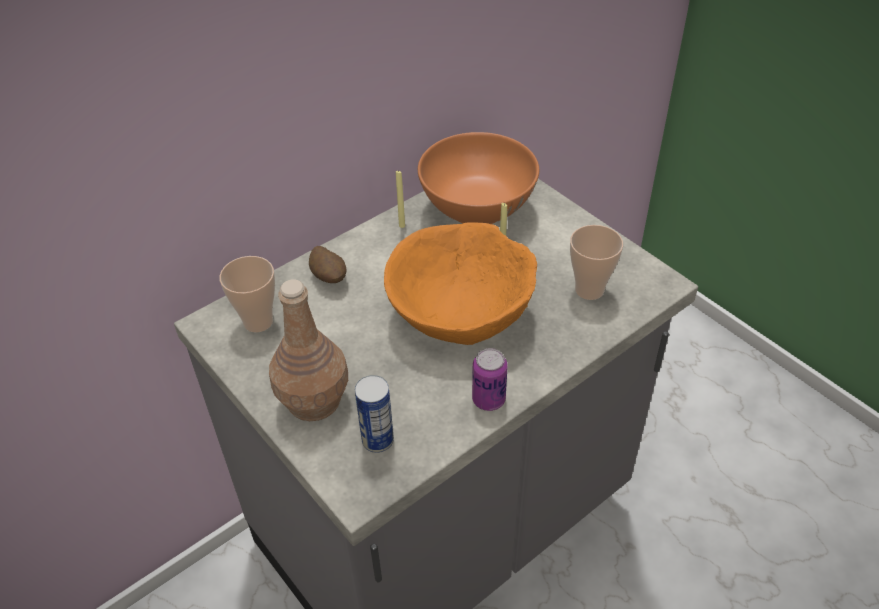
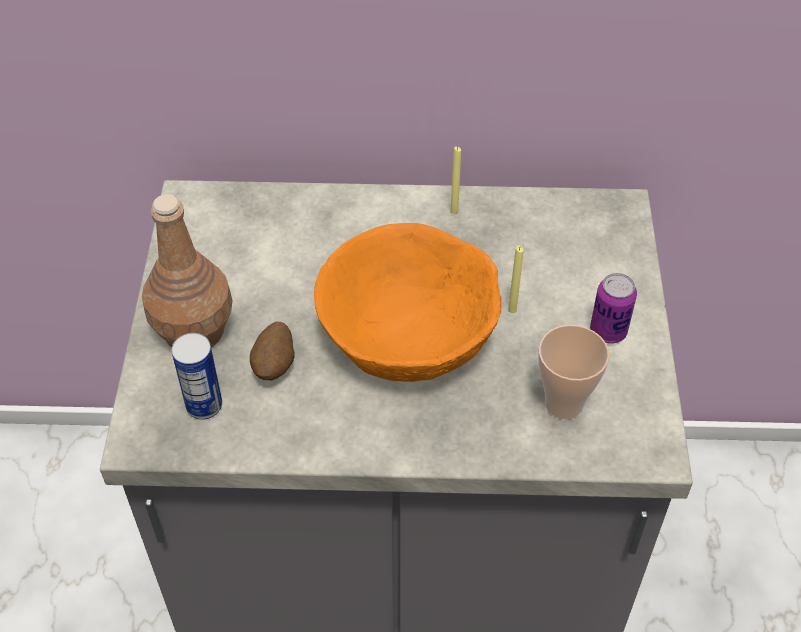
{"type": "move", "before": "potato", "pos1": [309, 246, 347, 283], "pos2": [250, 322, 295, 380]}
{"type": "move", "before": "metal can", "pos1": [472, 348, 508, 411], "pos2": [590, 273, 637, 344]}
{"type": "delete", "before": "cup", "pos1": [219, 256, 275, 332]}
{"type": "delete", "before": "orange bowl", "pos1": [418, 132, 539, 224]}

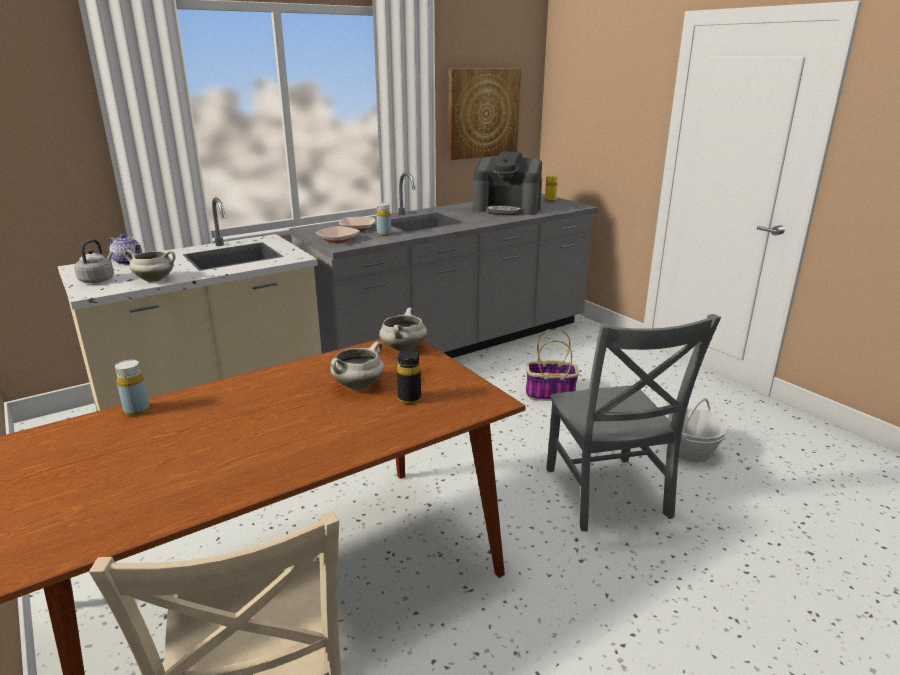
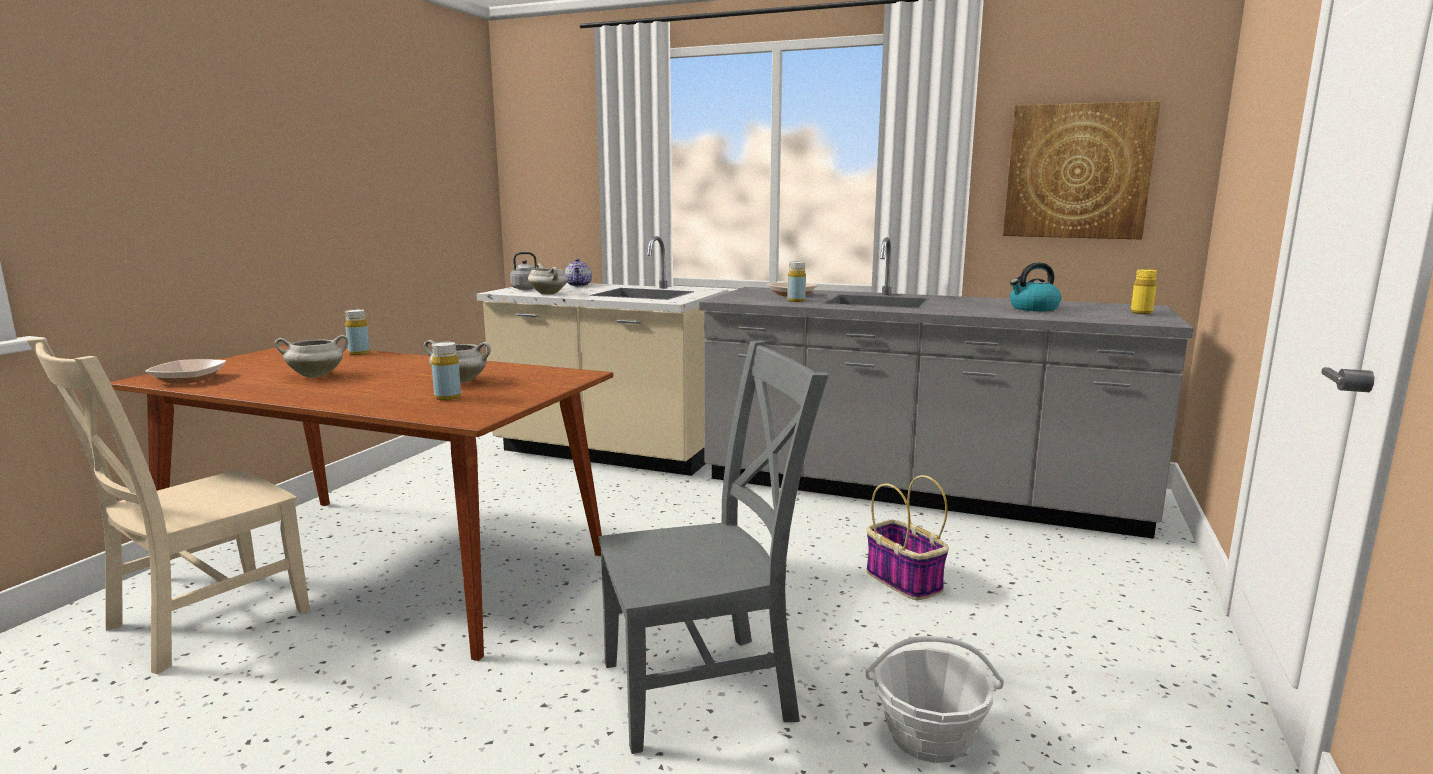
{"type": "move", "before": "bowl", "pos1": [316, 226, 360, 244], "pos2": [145, 359, 227, 383]}
{"type": "move", "before": "whitish saucepot", "pos1": [379, 308, 427, 351], "pos2": [275, 335, 349, 378]}
{"type": "recolor", "before": "black bottle", "after": "yellow bottle", "pos1": [397, 350, 421, 404], "pos2": [431, 342, 461, 400]}
{"type": "rotate", "before": "grey plain chair", "pos1": [546, 314, 721, 531], "pos2": [599, 340, 828, 754], "turn": -150}
{"type": "replace", "before": "coffee machine", "after": "kettle", "pos1": [473, 152, 542, 215], "pos2": [1010, 262, 1061, 311]}

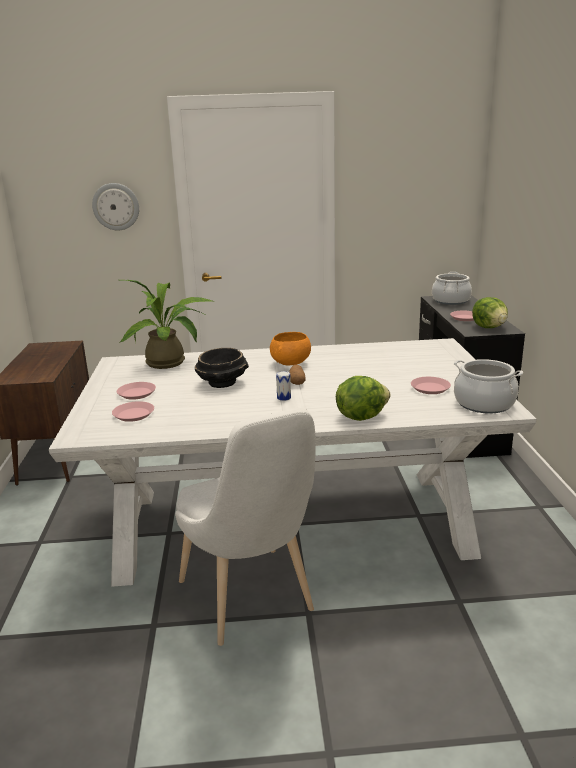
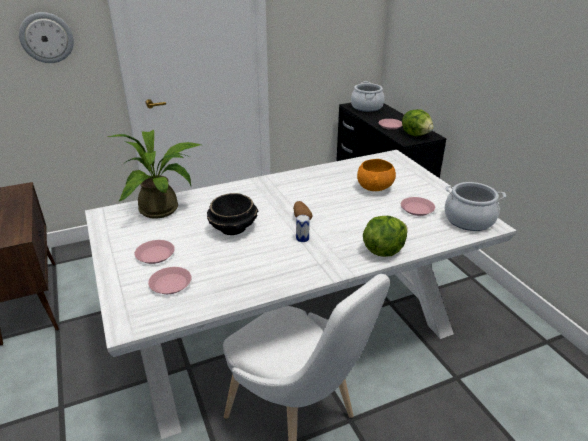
{"type": "move", "before": "orange bowl", "pos1": [270, 332, 311, 365], "pos2": [357, 159, 396, 191]}

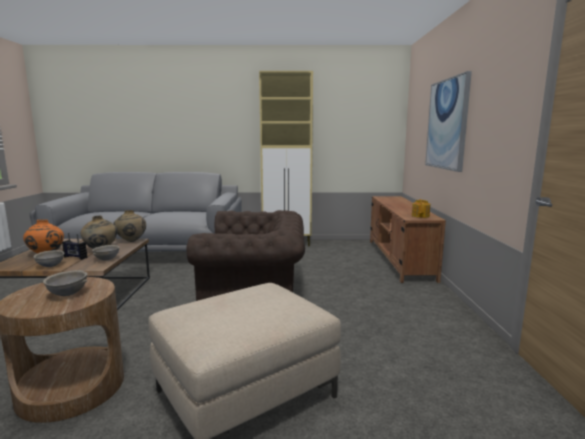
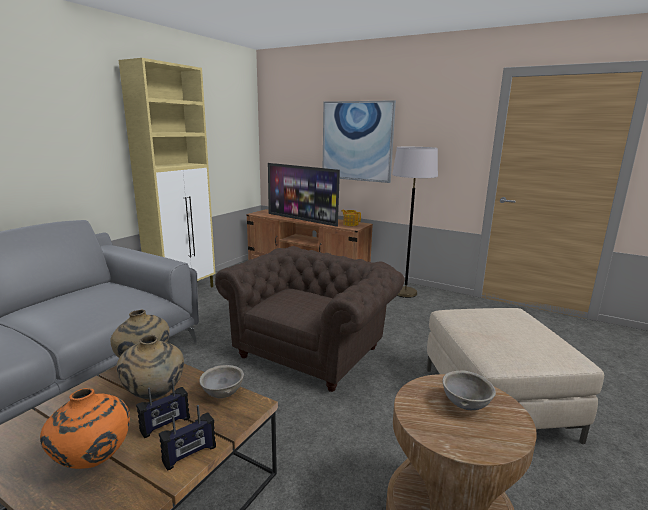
{"type": "replace", "before": "grey bowl", "after": "radio set", "pos1": [33, 250, 64, 267], "pos2": [159, 405, 216, 471]}
{"type": "insert", "after": "TV", "pos2": [268, 163, 340, 227]}
{"type": "insert", "after": "grey standing lamp", "pos2": [392, 147, 438, 298]}

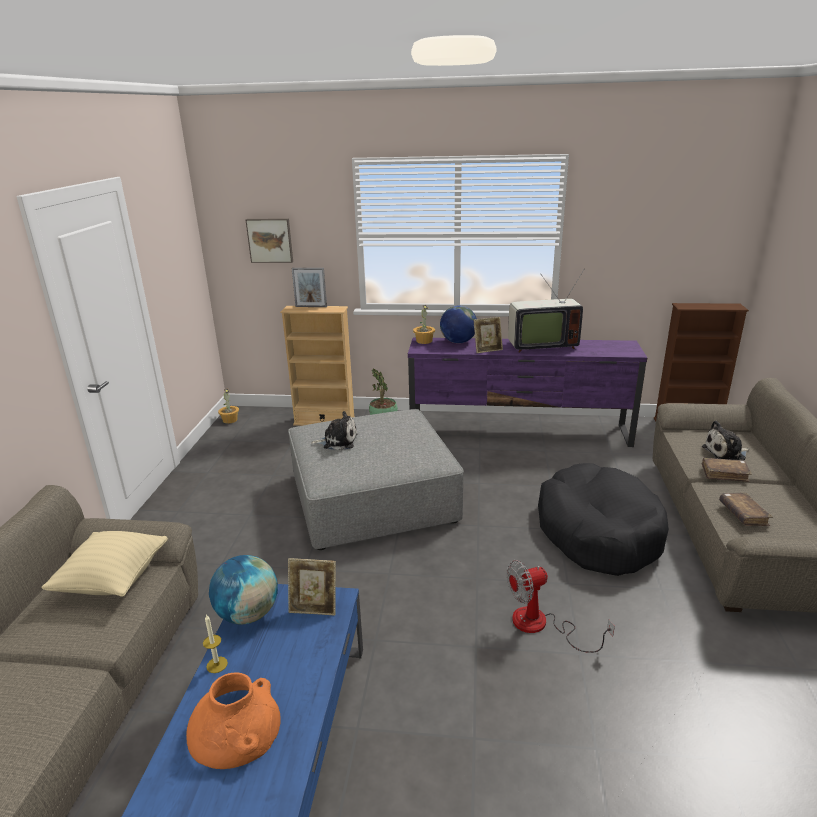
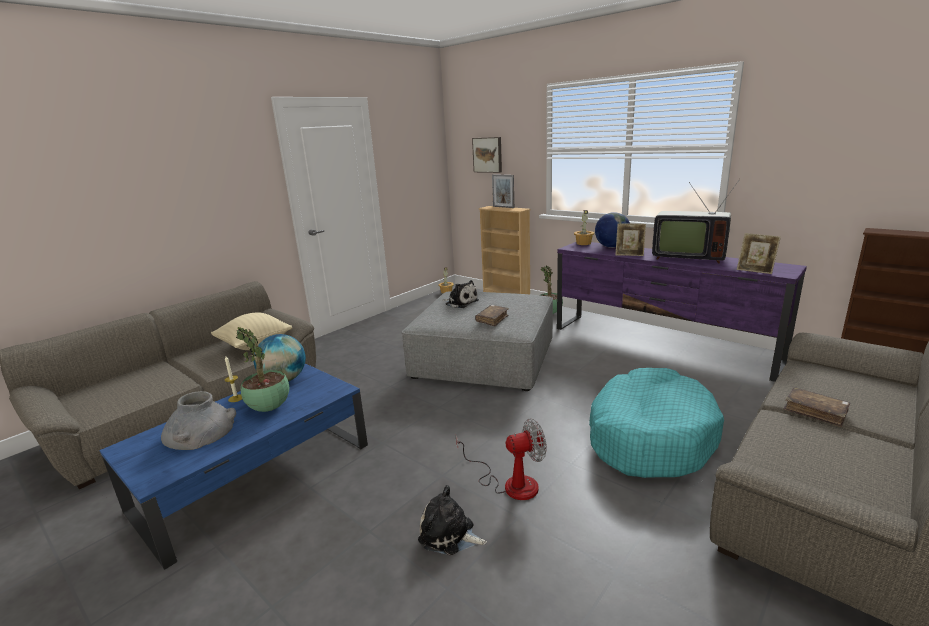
{"type": "recolor", "before": "orange decorative vase", "after": "grey decorative vase", "pos1": [186, 673, 281, 769], "pos2": [161, 391, 236, 450]}
{"type": "insert", "after": "plant in a pot", "pos2": [236, 327, 289, 412]}
{"type": "move", "before": "cuddly toy", "pos1": [702, 421, 749, 460], "pos2": [418, 485, 487, 555]}
{"type": "rotate", "before": "electric fan", "pos1": [507, 560, 615, 653], "pos2": [456, 419, 547, 500], "turn": 150}
{"type": "move", "before": "brown-coloured book", "pos1": [719, 493, 773, 526], "pos2": [475, 305, 509, 326]}
{"type": "recolor", "before": "black pet bed", "after": "turquoise pet bed", "pos1": [538, 463, 669, 576], "pos2": [589, 368, 724, 478]}
{"type": "move", "before": "standing frame", "pos1": [288, 558, 336, 615], "pos2": [737, 233, 781, 274]}

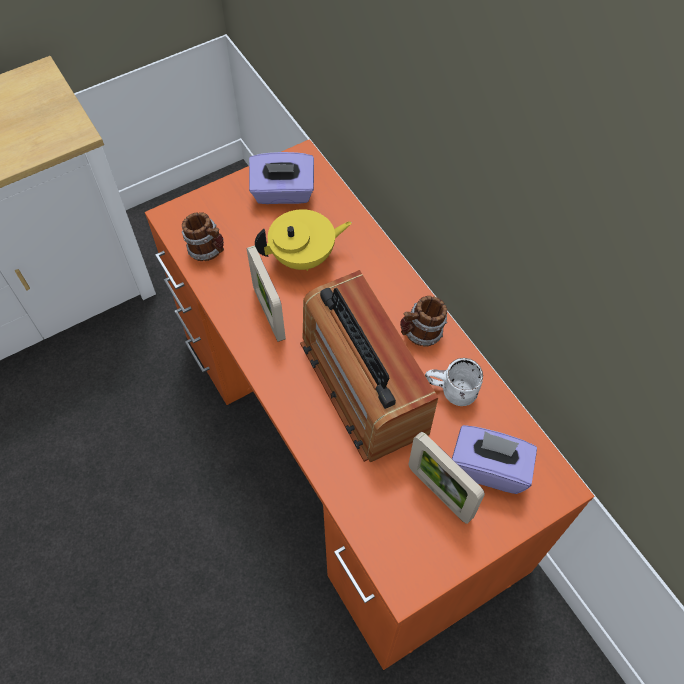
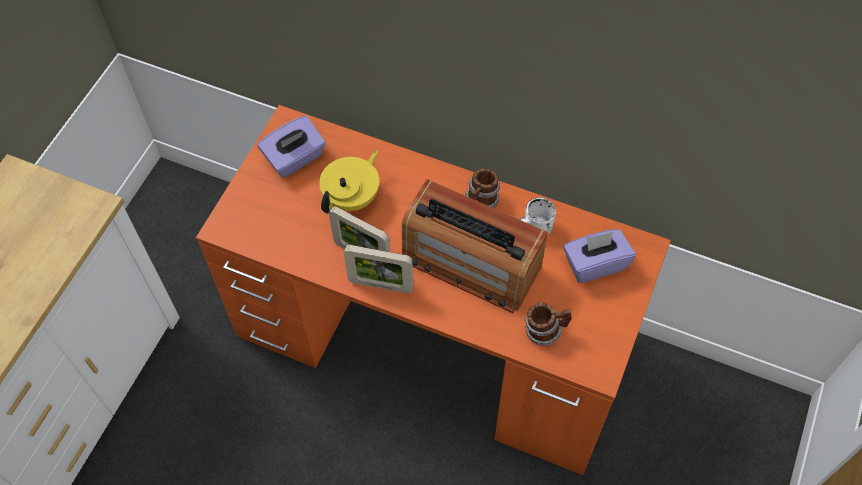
{"type": "move", "before": "standing frame", "pos1": [408, 432, 485, 524], "pos2": [344, 245, 413, 293]}
{"type": "move", "before": "mug", "pos1": [182, 212, 224, 261], "pos2": [525, 303, 572, 346]}

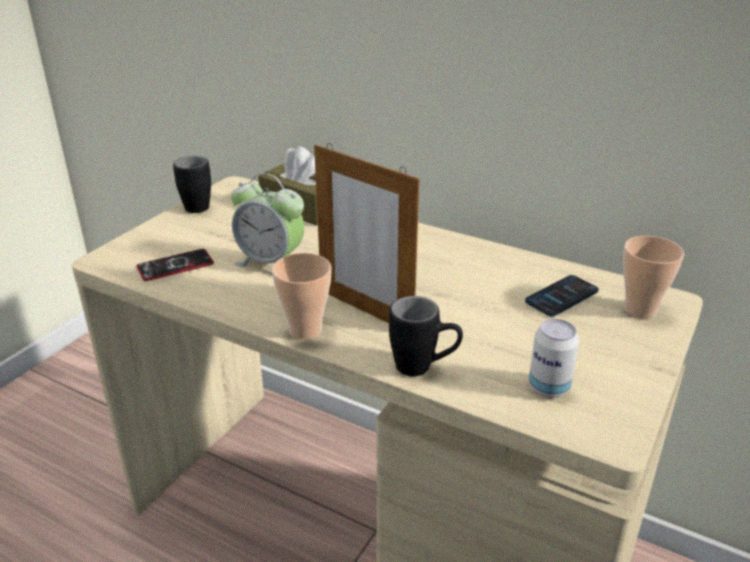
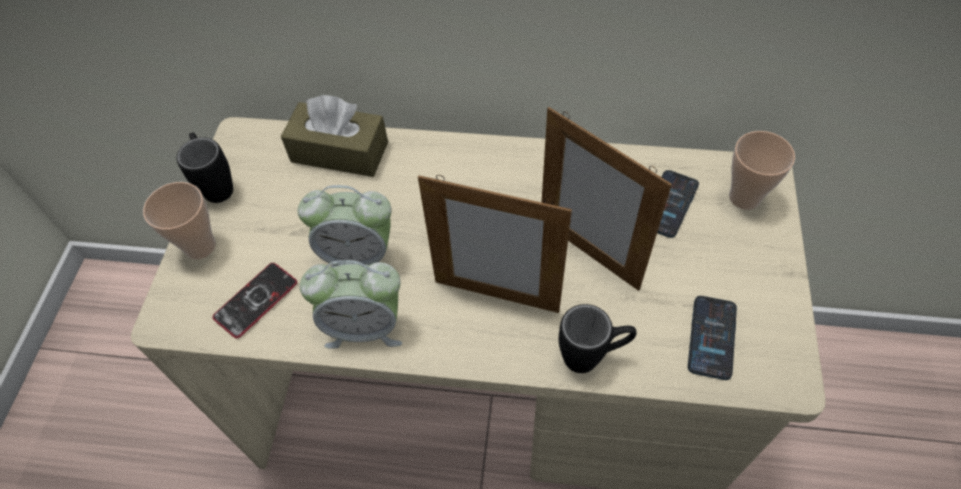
{"type": "move", "before": "cup", "pos1": [272, 253, 332, 339], "pos2": [143, 182, 216, 259]}
{"type": "insert", "after": "table clock", "pos2": [300, 260, 403, 349]}
{"type": "insert", "after": "standing frame", "pos2": [542, 107, 672, 291]}
{"type": "replace", "before": "metal can", "after": "telephone", "pos1": [529, 319, 579, 397], "pos2": [688, 296, 737, 380]}

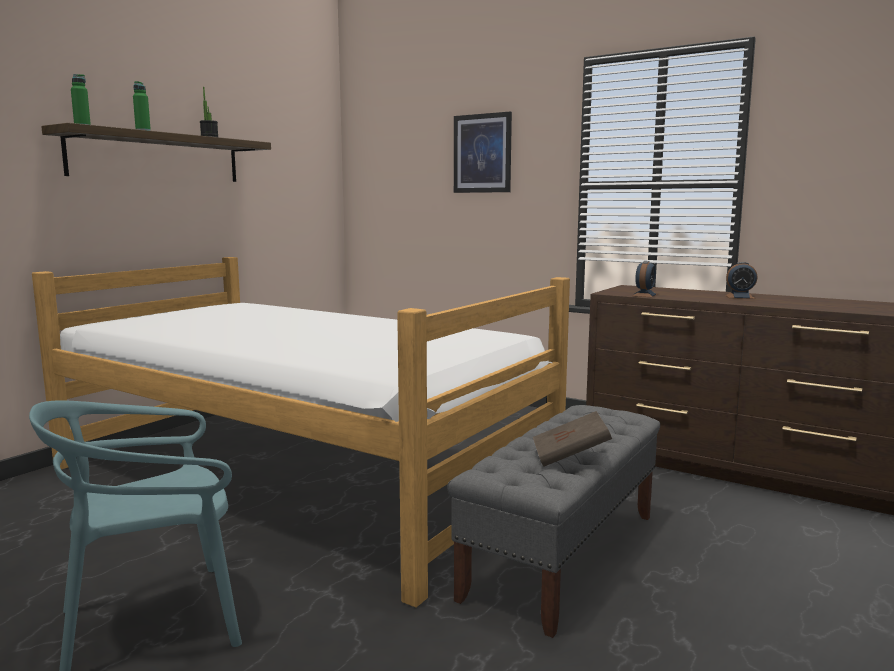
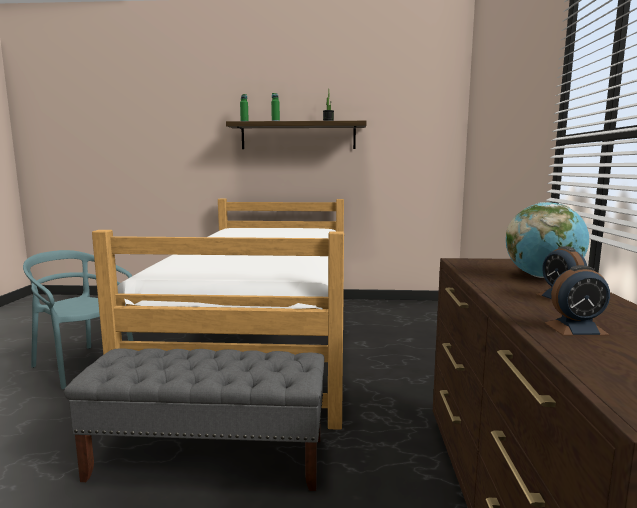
{"type": "insert", "after": "globe", "pos2": [506, 202, 589, 278]}
{"type": "move", "before": "table clock", "pos1": [632, 261, 657, 297], "pos2": [545, 265, 610, 336]}
{"type": "delete", "before": "wall picture", "pos1": [454, 112, 512, 193]}
{"type": "delete", "before": "brown-coloured book", "pos1": [533, 411, 612, 467]}

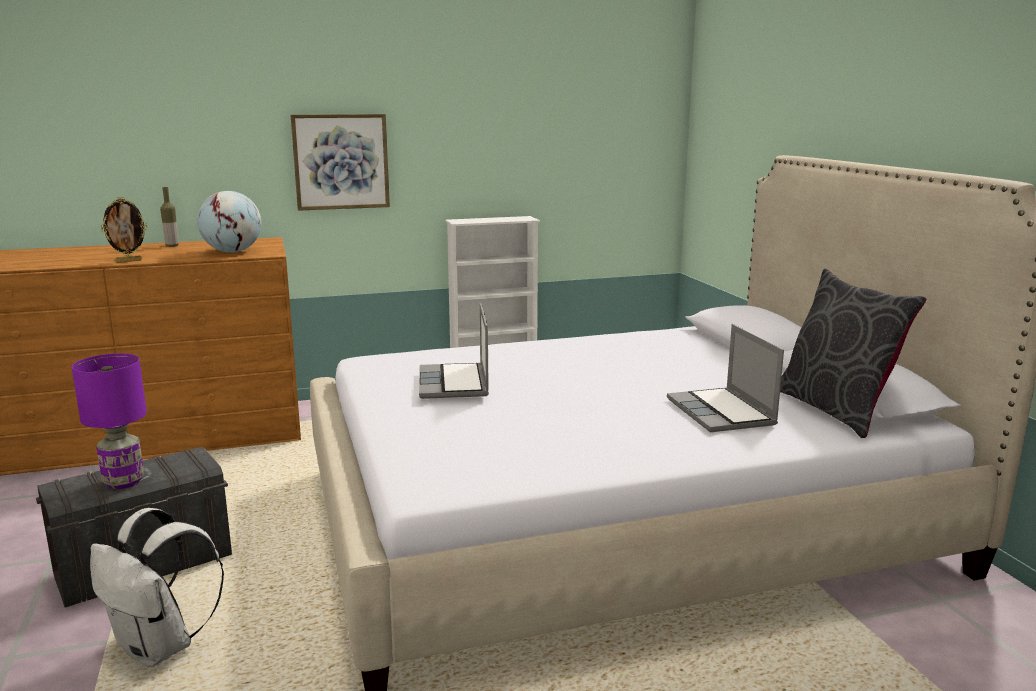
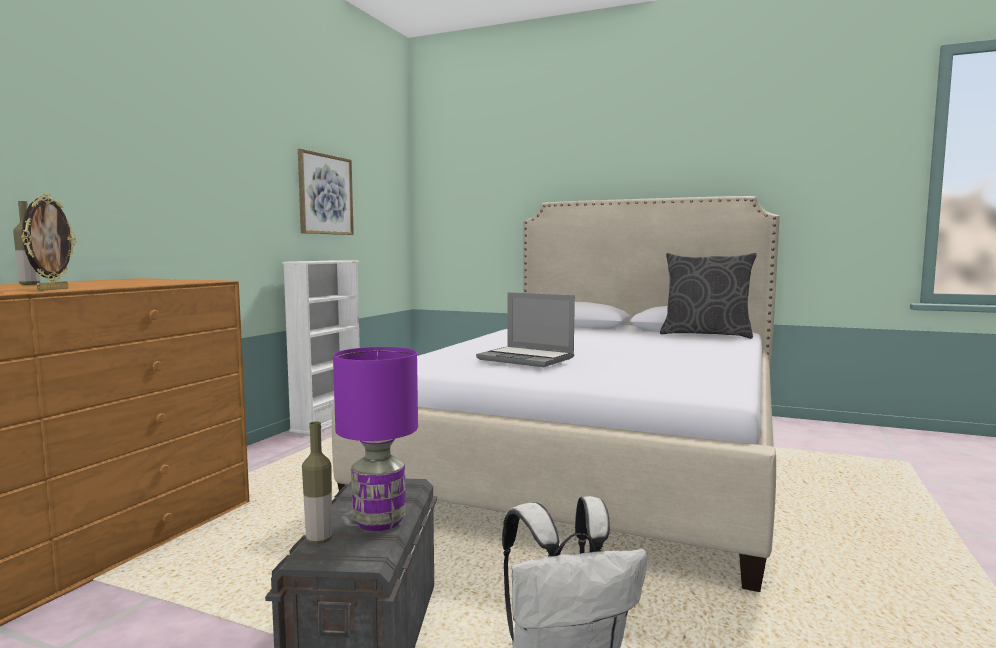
{"type": "move", "before": "wall picture", "pos1": [291, 114, 390, 211], "pos2": [298, 149, 354, 235]}
{"type": "insert", "after": "bottle", "pos2": [302, 422, 332, 544]}
{"type": "delete", "before": "globe", "pos1": [197, 191, 261, 253]}
{"type": "delete", "before": "portable computer", "pos1": [667, 324, 784, 432]}

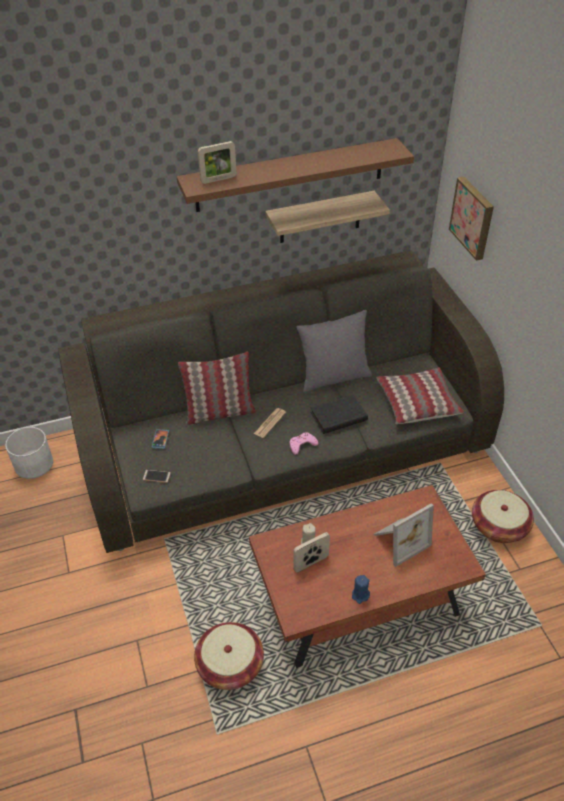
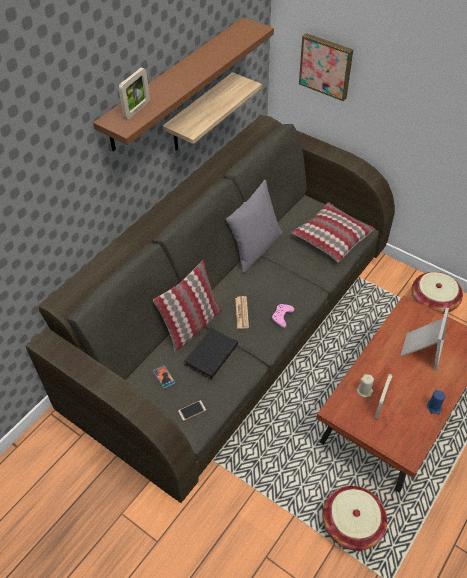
{"type": "move", "before": "black book", "pos1": [310, 394, 368, 434], "pos2": [184, 328, 238, 379]}
{"type": "delete", "before": "whitish planter", "pos1": [5, 427, 53, 479]}

